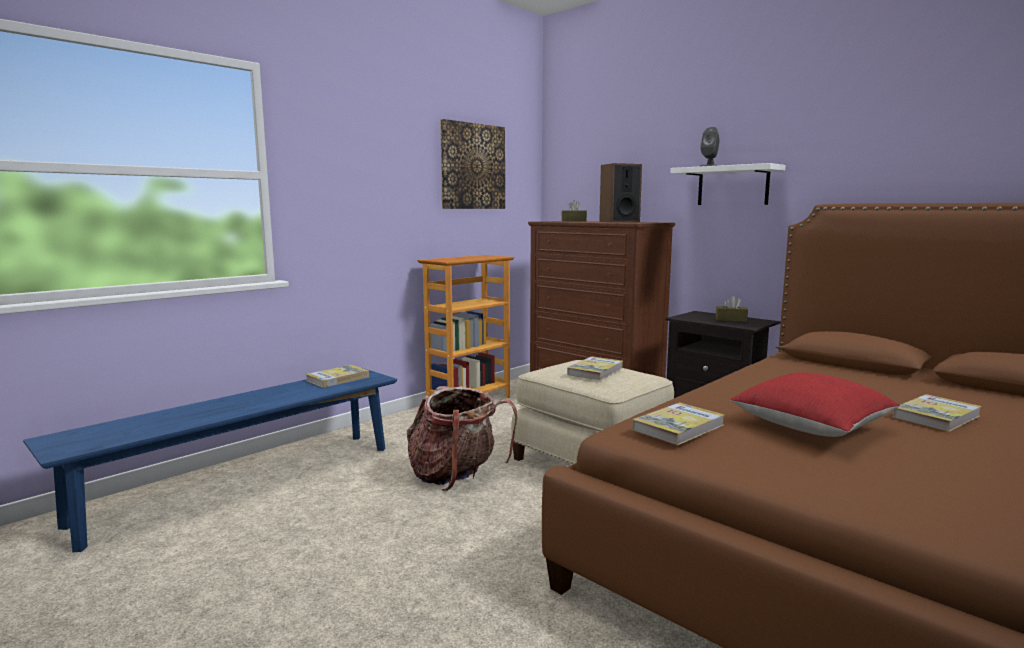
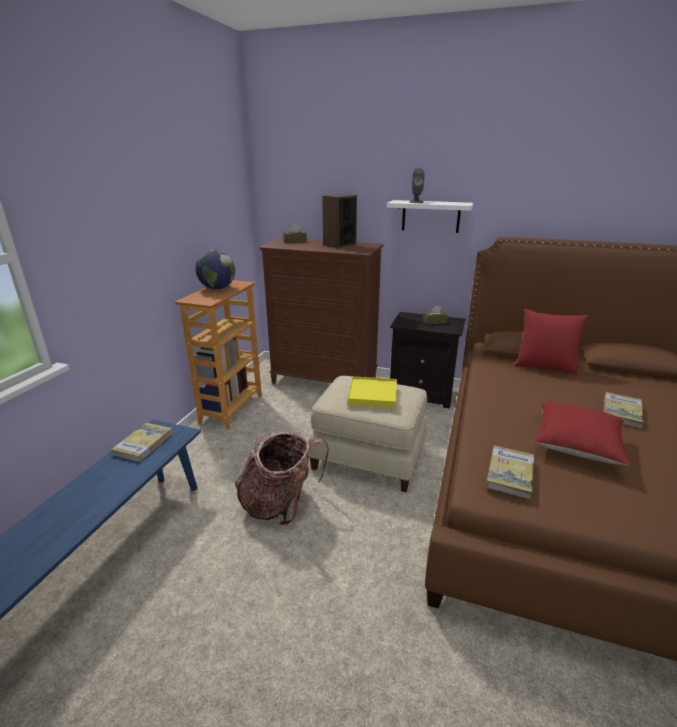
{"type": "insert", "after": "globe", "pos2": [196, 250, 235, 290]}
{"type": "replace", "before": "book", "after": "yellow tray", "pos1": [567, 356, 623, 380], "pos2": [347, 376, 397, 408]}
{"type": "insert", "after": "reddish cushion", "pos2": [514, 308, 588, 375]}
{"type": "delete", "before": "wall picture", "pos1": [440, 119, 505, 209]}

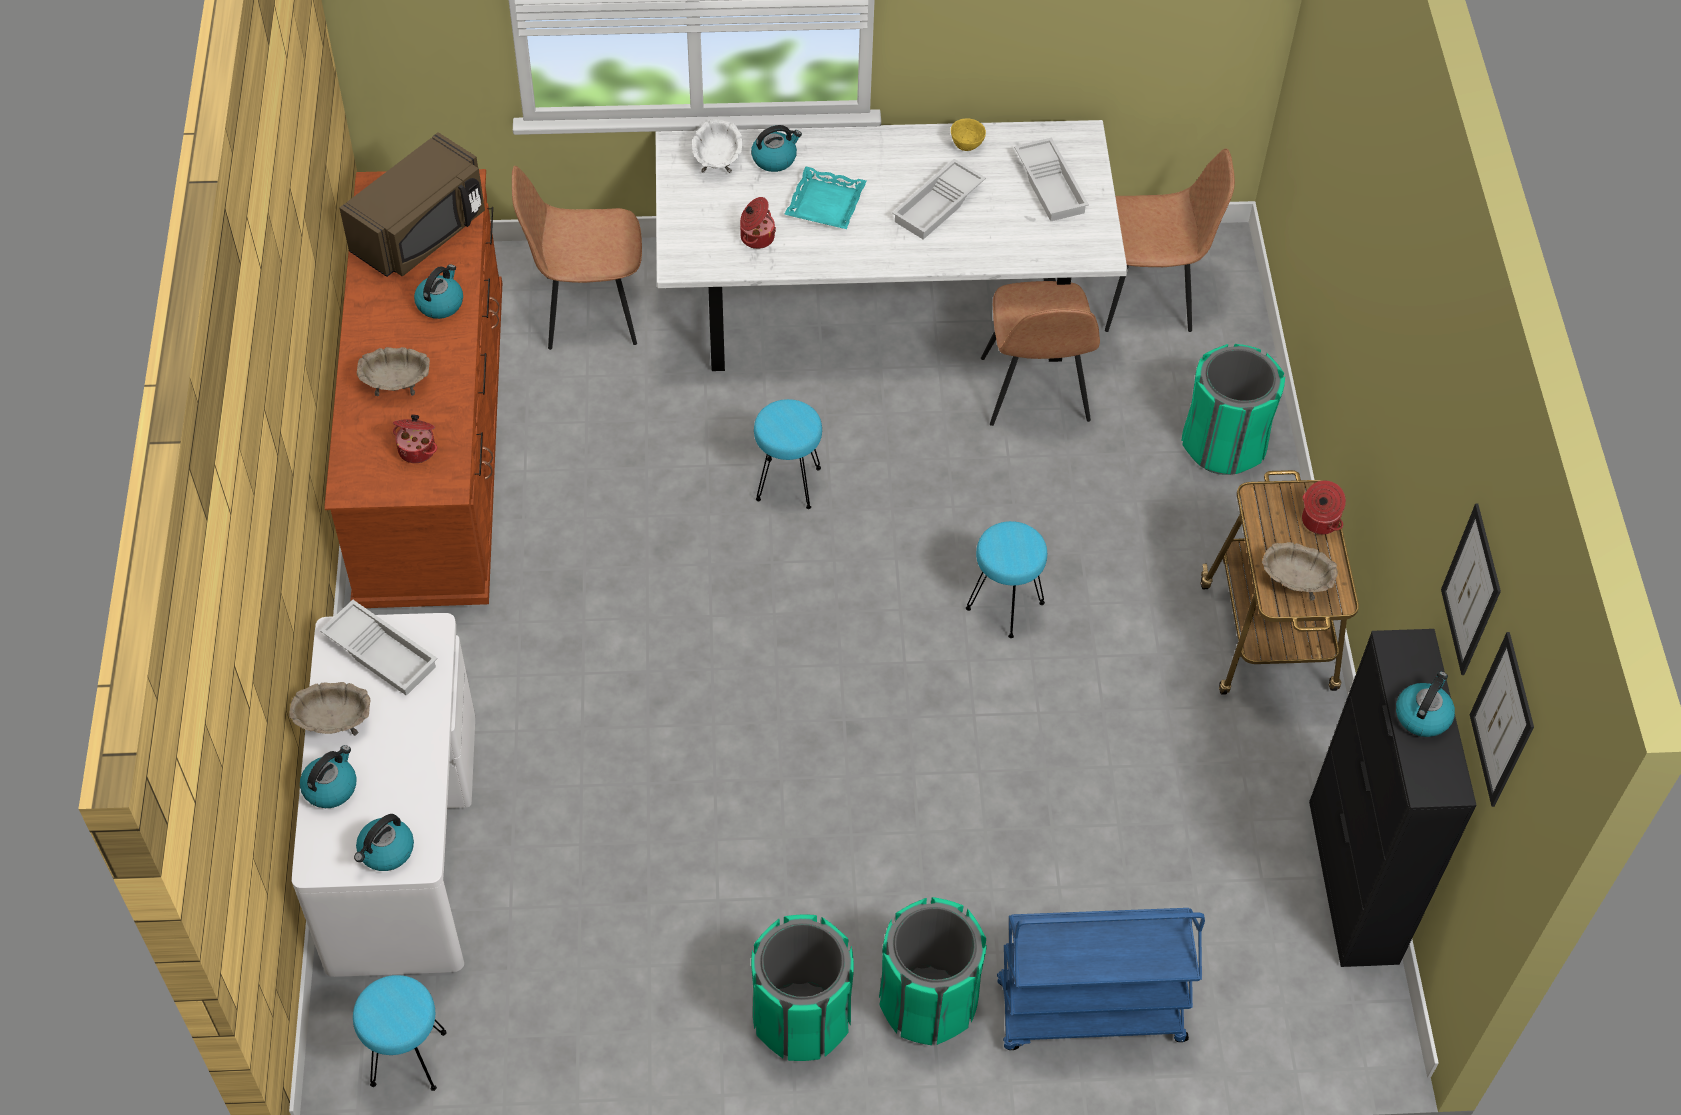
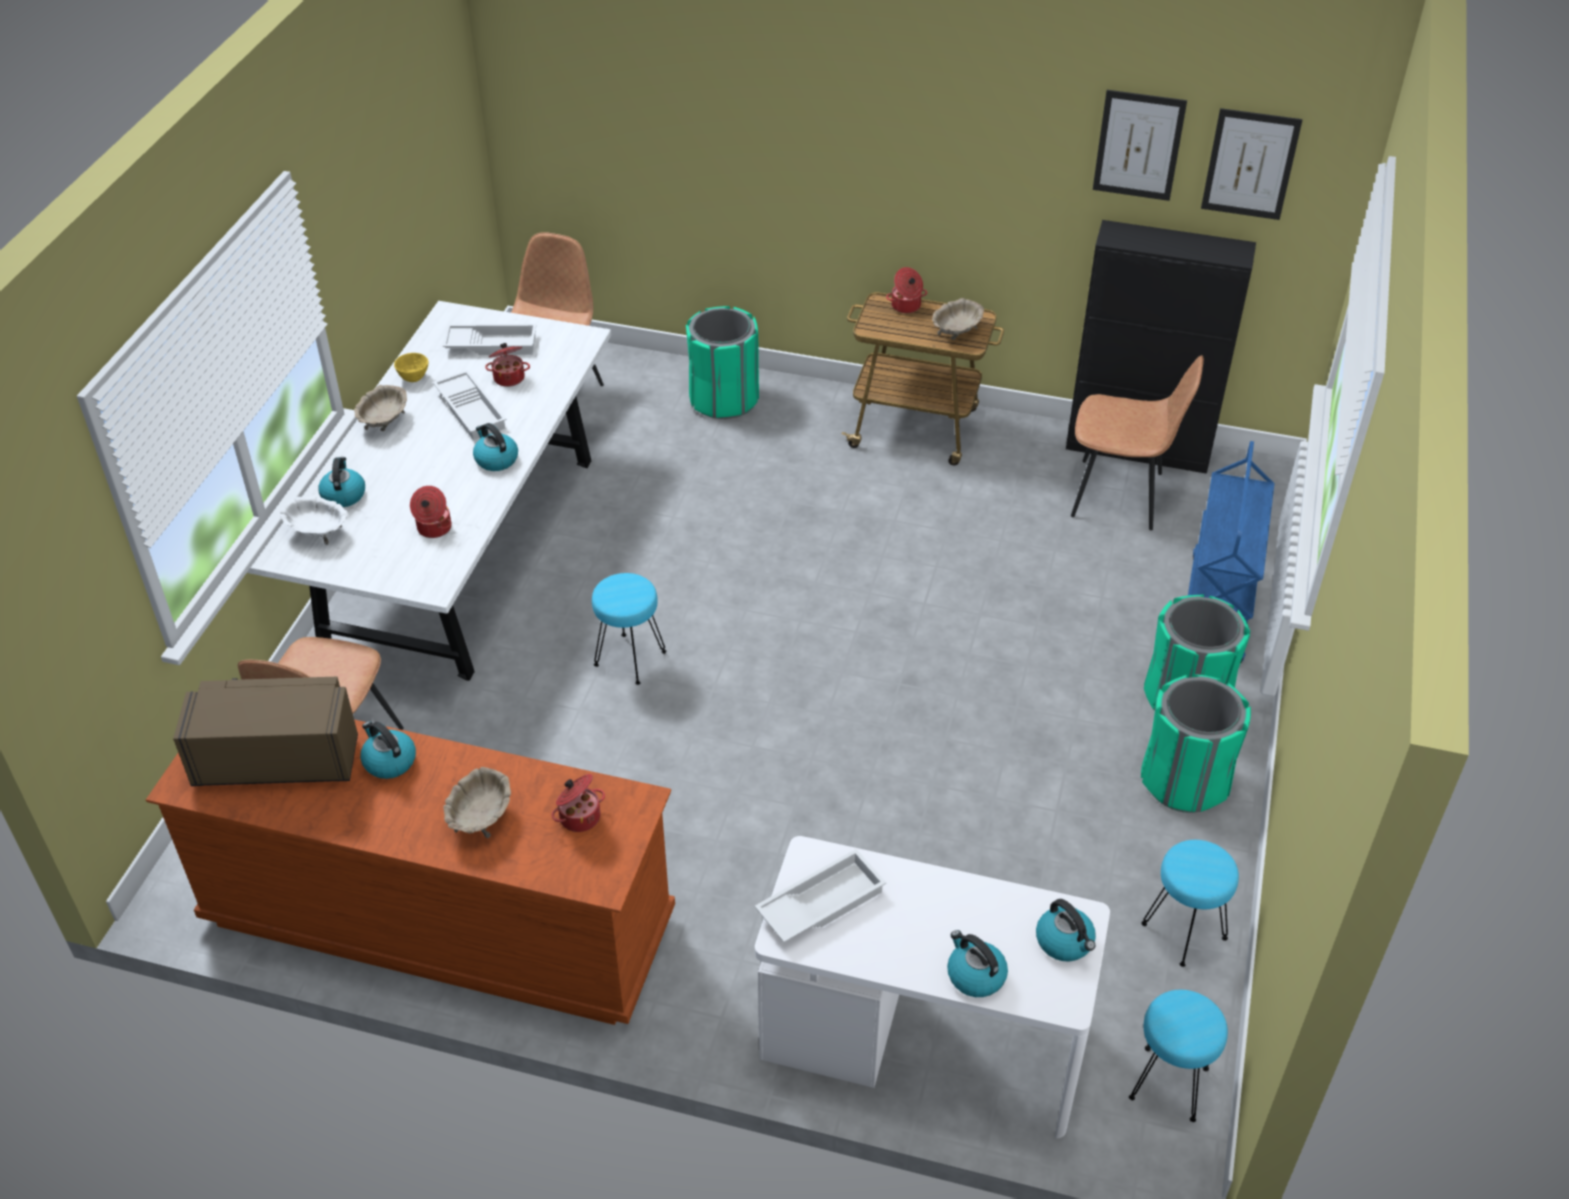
{"type": "rotate", "before": "brown-coloured microwave oven", "pos1": [340, 132, 485, 277], "pos2": [173, 677, 358, 786], "turn": -60}
{"type": "move", "before": "beige-coloured bowl", "pos1": [289, 682, 370, 736], "pos2": [354, 385, 407, 431]}
{"type": "move", "before": "kettle", "pos1": [1396, 671, 1455, 737], "pos2": [473, 423, 518, 471]}
{"type": "insert", "after": "saucepot", "pos2": [485, 343, 530, 387]}
{"type": "move", "before": "brown-coloured plain chair", "pos1": [981, 281, 1100, 426], "pos2": [1071, 355, 1204, 530]}
{"type": "move", "before": "turquoise stool", "pos1": [966, 521, 1047, 638], "pos2": [1142, 840, 1239, 967]}
{"type": "delete", "before": "turquoise tray", "pos1": [784, 167, 867, 229]}

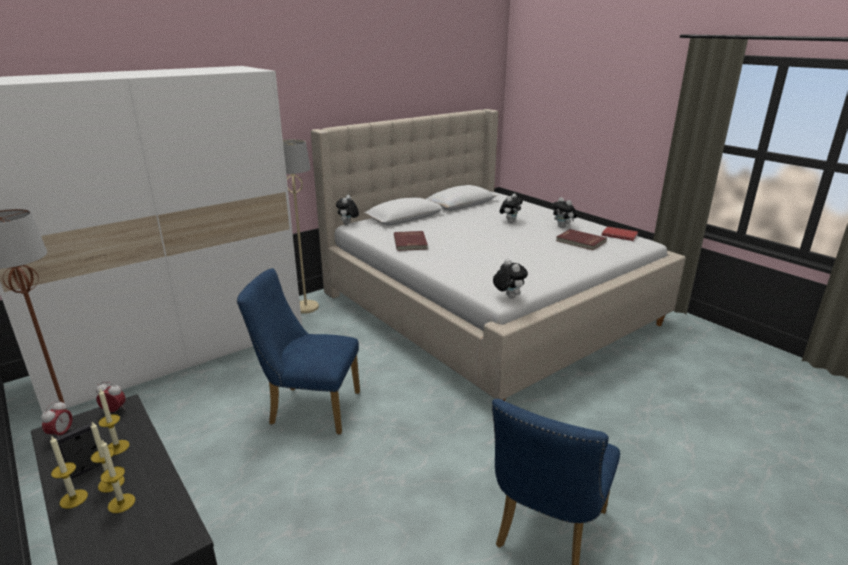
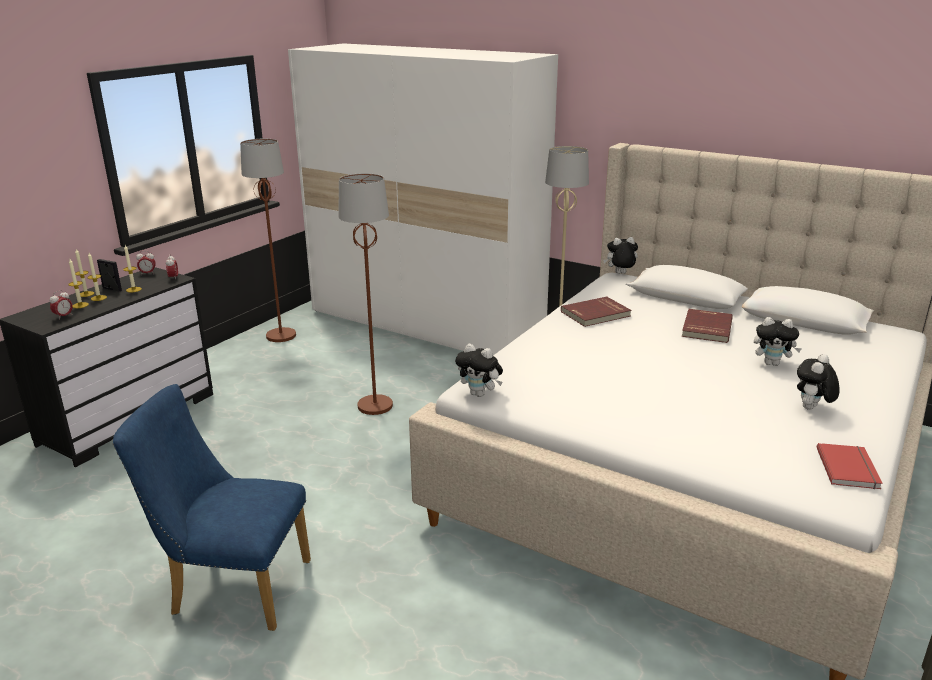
{"type": "insert", "after": "table clock", "pos2": [50, 290, 73, 320]}
{"type": "replace", "before": "blue-coloured plain chair", "after": "brown-coloured standing lamp", "pos1": [237, 268, 360, 434], "pos2": [338, 173, 393, 415]}
{"type": "rotate", "before": "cuddly toy", "pos1": [493, 259, 528, 298], "pos2": [455, 344, 503, 397], "turn": 75}
{"type": "move", "before": "reddish book", "pos1": [556, 229, 607, 250], "pos2": [681, 309, 733, 343]}

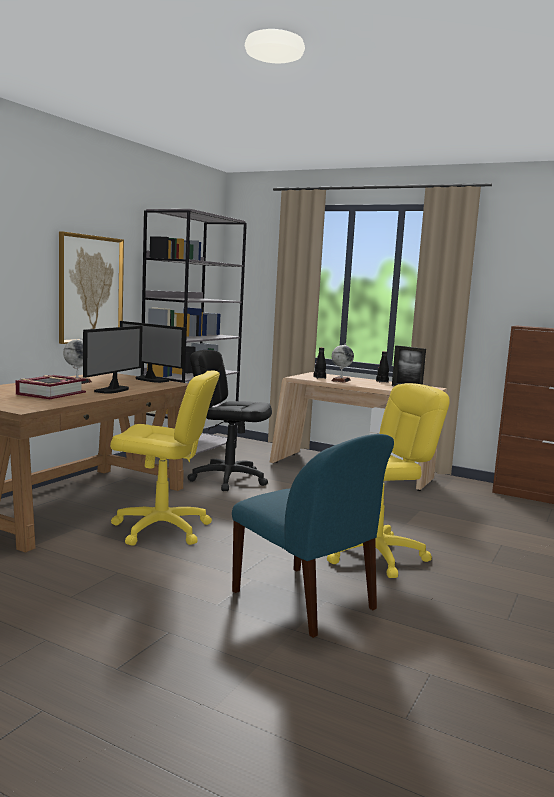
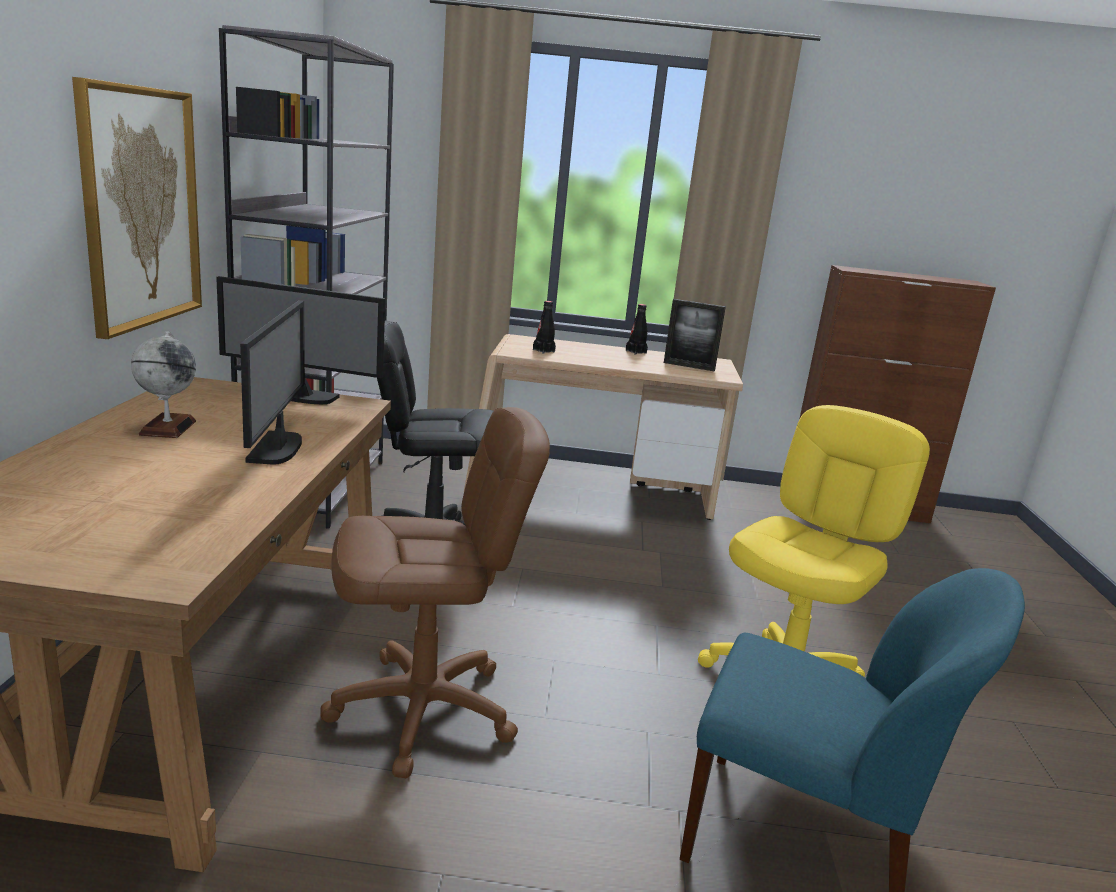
{"type": "recolor", "before": "yellow computer chair", "after": "brown-coloured computer chair", "pos1": [110, 371, 220, 546], "pos2": [321, 407, 550, 778]}
{"type": "delete", "before": "book", "pos1": [16, 375, 86, 399]}
{"type": "delete", "before": "globe", "pos1": [331, 344, 354, 383]}

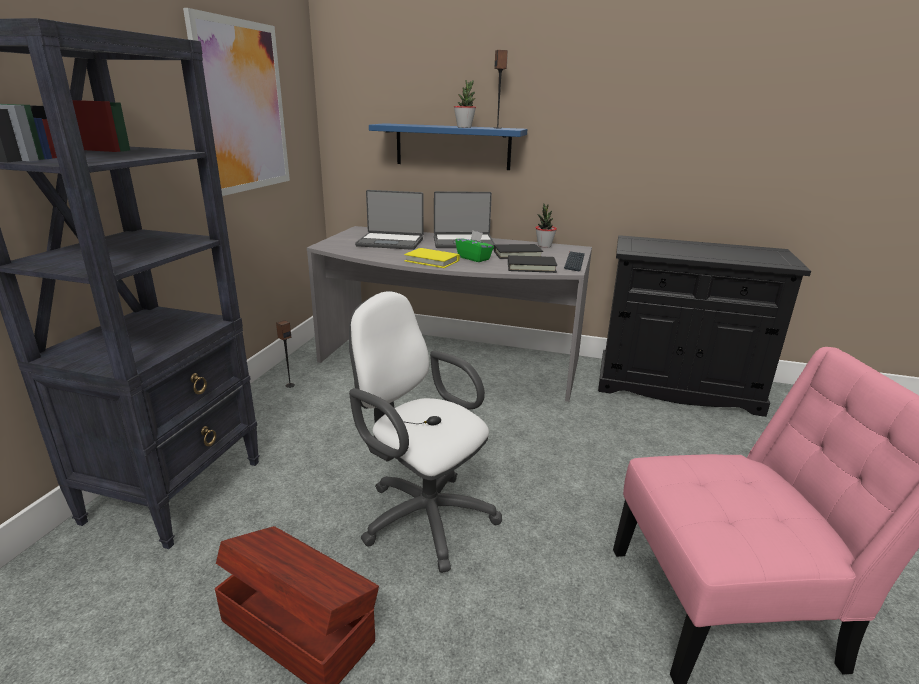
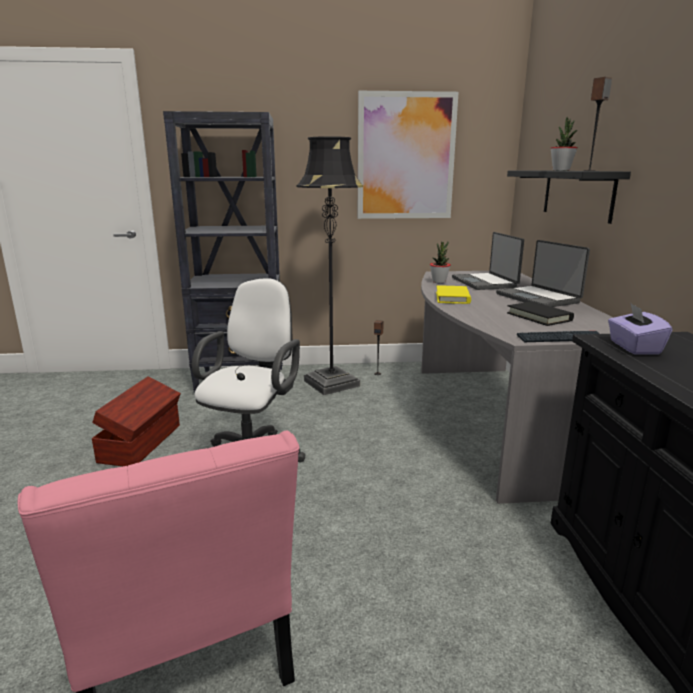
{"type": "insert", "after": "black standing lamp", "pos2": [297, 136, 363, 395]}
{"type": "move", "before": "plant in a pot", "pos1": [535, 204, 557, 247], "pos2": [430, 242, 451, 283]}
{"type": "recolor", "before": "blue-coloured bracket shelf", "after": "black bracket shelf", "pos1": [369, 123, 527, 170], "pos2": [507, 171, 631, 224]}
{"type": "insert", "after": "purple-coloured box of tissues", "pos2": [608, 303, 672, 355]}
{"type": "delete", "before": "greenish box of tissues", "pos1": [455, 231, 494, 262]}
{"type": "delete", "before": "black book", "pos1": [508, 255, 557, 273]}

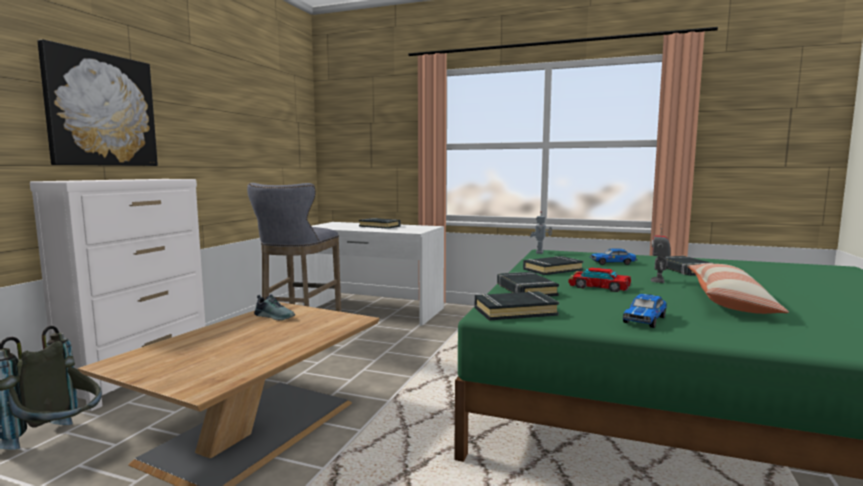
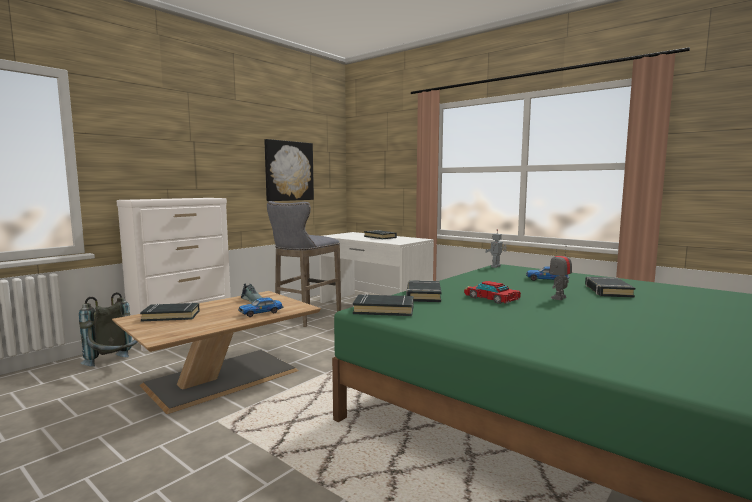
{"type": "move", "before": "black book", "pos1": [523, 256, 584, 275], "pos2": [140, 303, 200, 321]}
{"type": "move", "before": "model car", "pos1": [623, 294, 667, 328], "pos2": [238, 298, 284, 317]}
{"type": "move", "before": "wall picture", "pos1": [38, 39, 158, 166], "pos2": [264, 139, 314, 201]}
{"type": "delete", "before": "cushion", "pos1": [687, 264, 789, 314]}

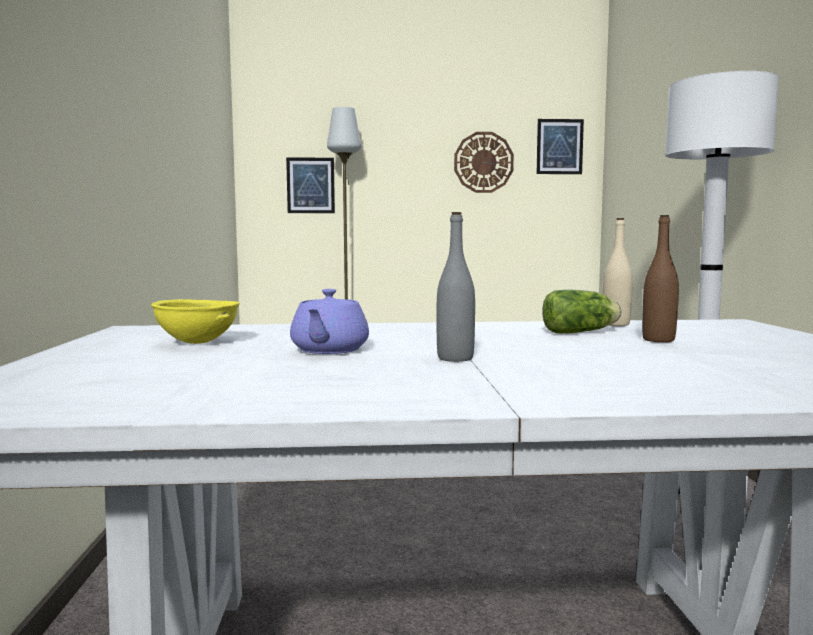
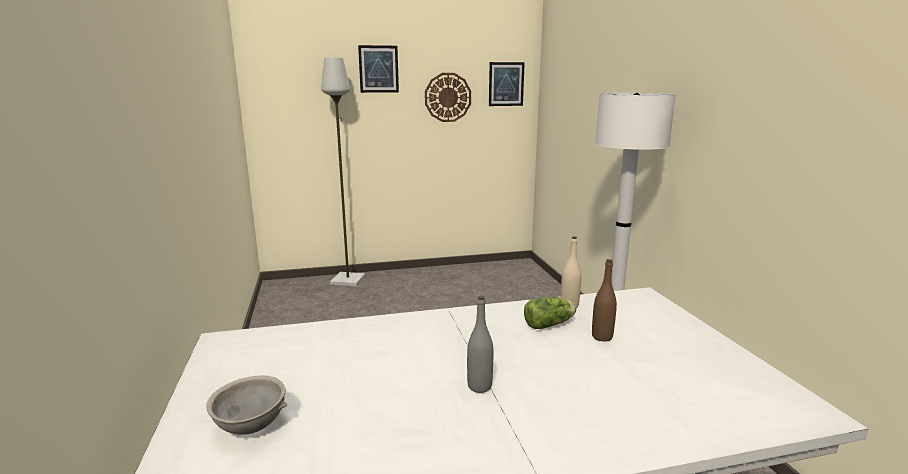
{"type": "insert", "after": "grey bowl", "pos2": [206, 376, 287, 435]}
{"type": "move", "before": "wall picture", "pos1": [286, 157, 335, 213], "pos2": [358, 45, 399, 93]}
{"type": "delete", "before": "yellow bowl", "pos1": [151, 299, 240, 344]}
{"type": "delete", "before": "purple-coloured pot for tea", "pos1": [290, 289, 369, 354]}

